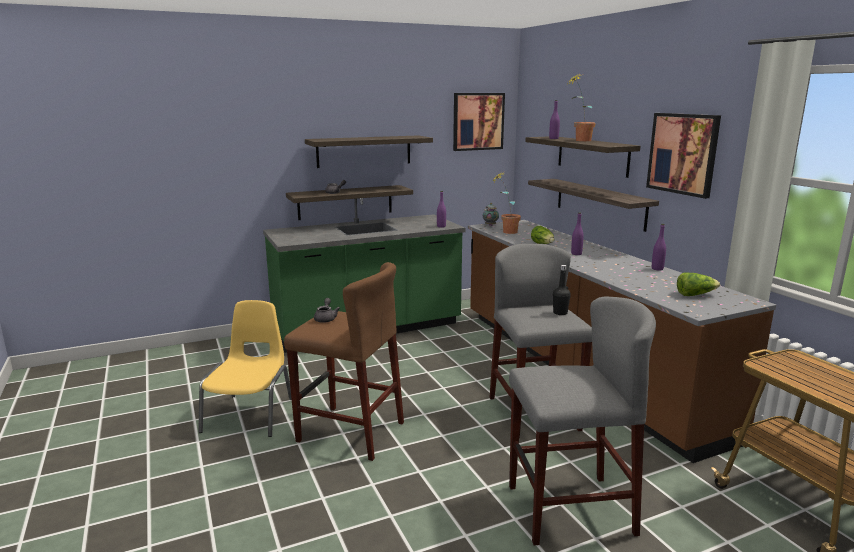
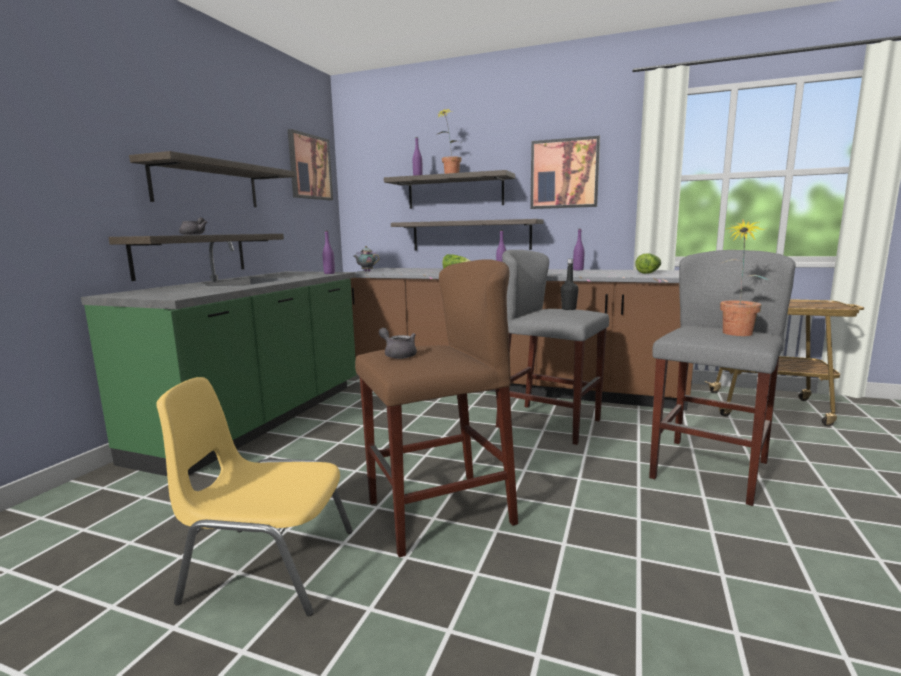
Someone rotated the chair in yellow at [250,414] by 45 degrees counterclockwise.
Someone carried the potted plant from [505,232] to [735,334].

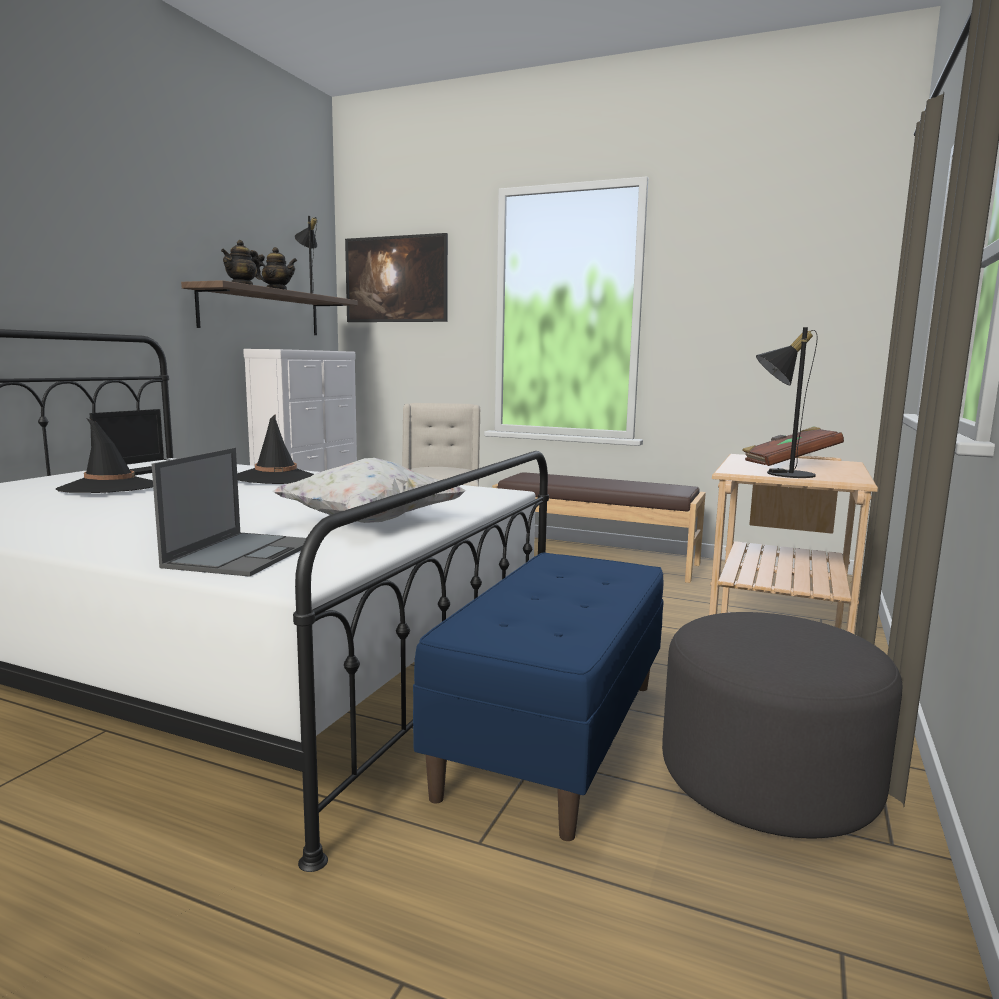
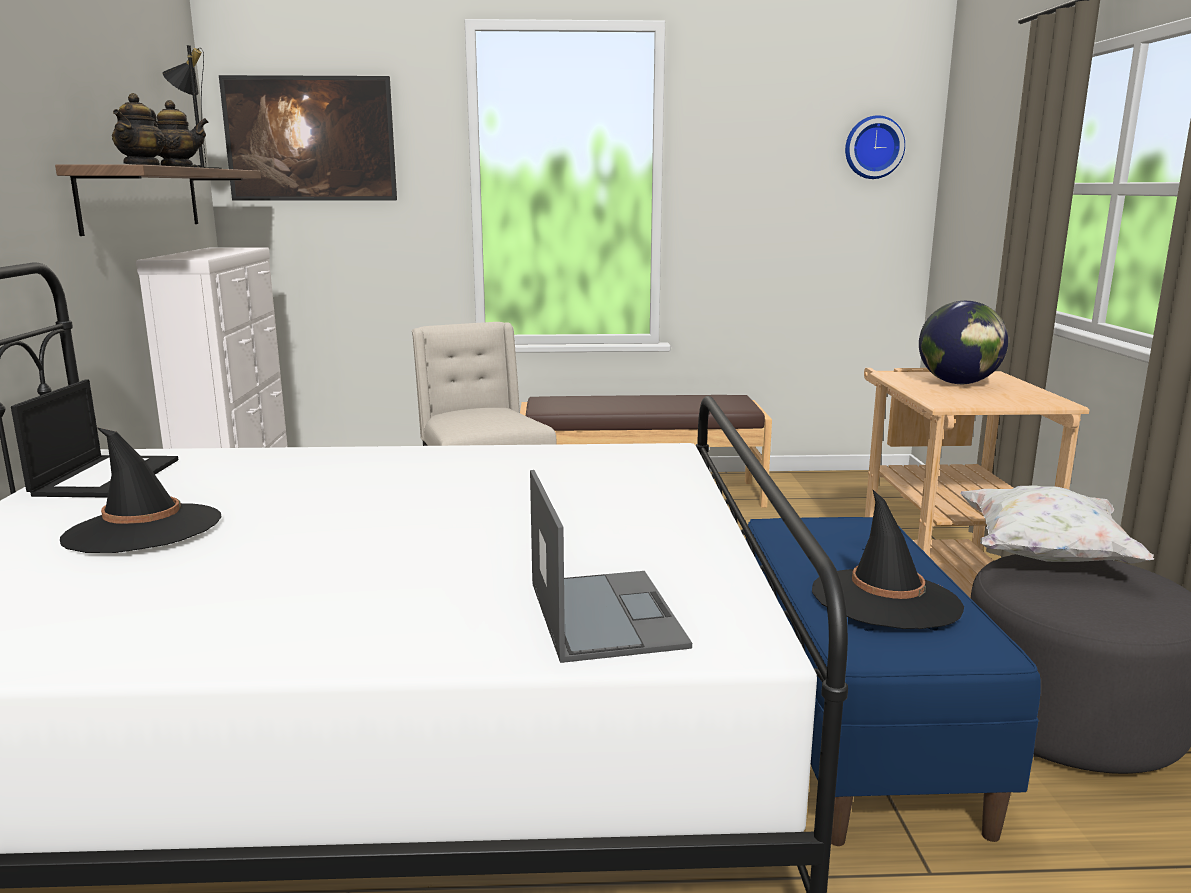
Someone carried the hat in black from [276,478] to [885,600].
Someone carried the pillow in white from [370,522] to [1044,557].
Someone swapped the book in brown at [789,464] for the globe at [957,383].
Someone took away the table lamp in black at [780,473].
Someone put up the wall clock at [873,147].

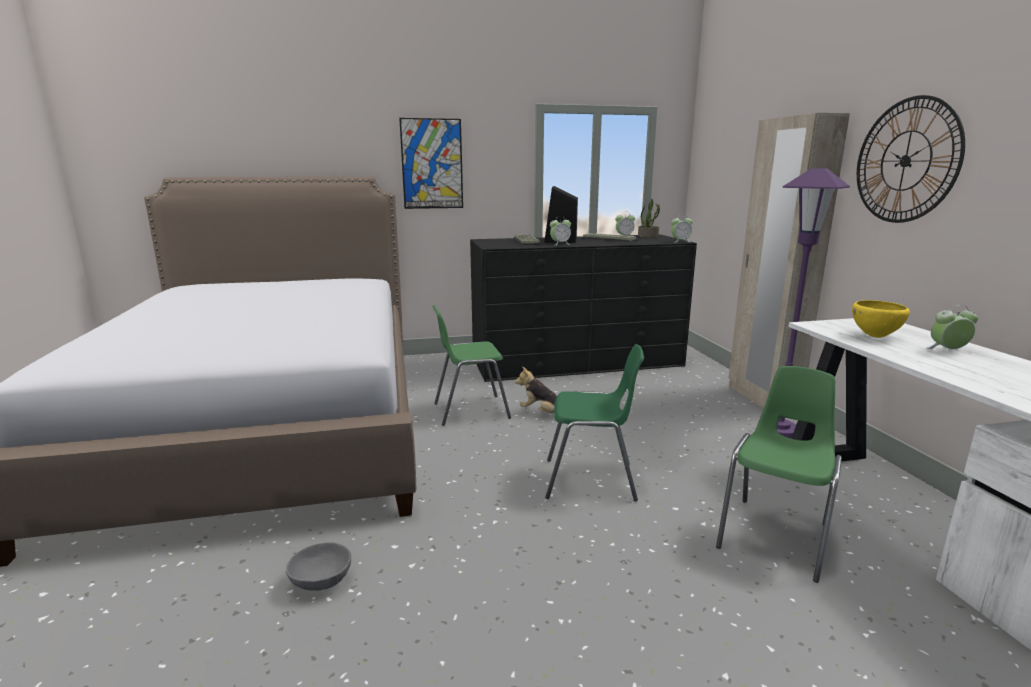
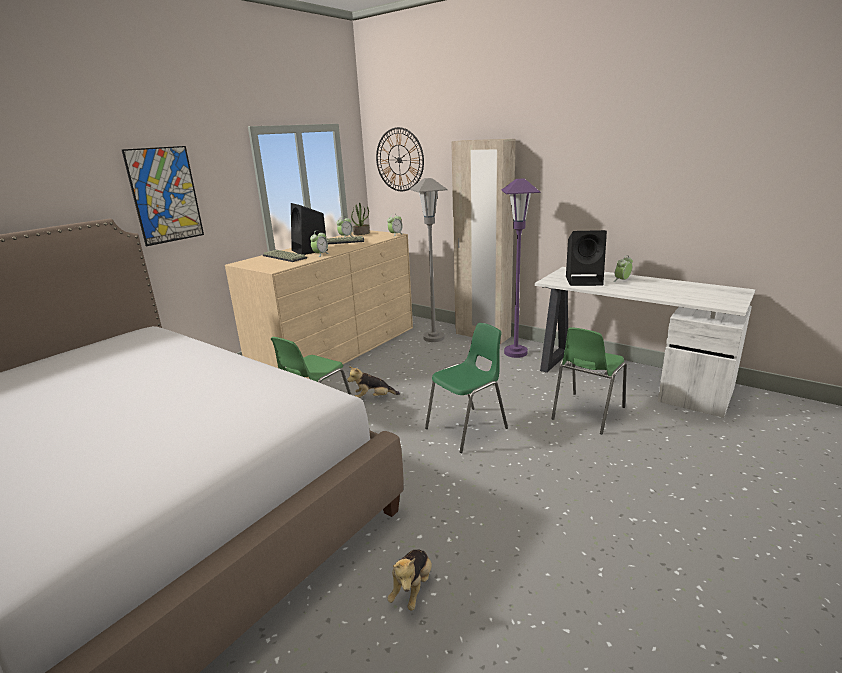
Someone swapped the bowl in grey at [322,582] for the plush toy at [412,588].
Someone repainted the dresser in black at [576,361], which became the dresser in beige at [337,349].
Someone rotated the chair in green at [775,536] by 135 degrees counterclockwise.
Someone swapped the bowl in yellow at [875,336] for the speaker in black at [585,281].
Someone carried the wall clock from [905,161] to [399,160].
Someone put down the floor lamp in grey at [434,338].

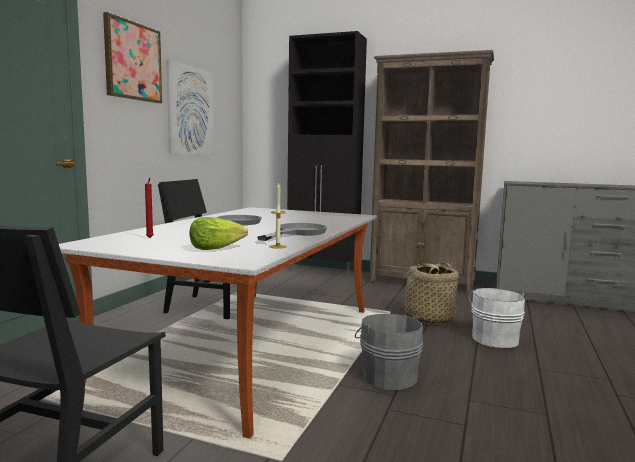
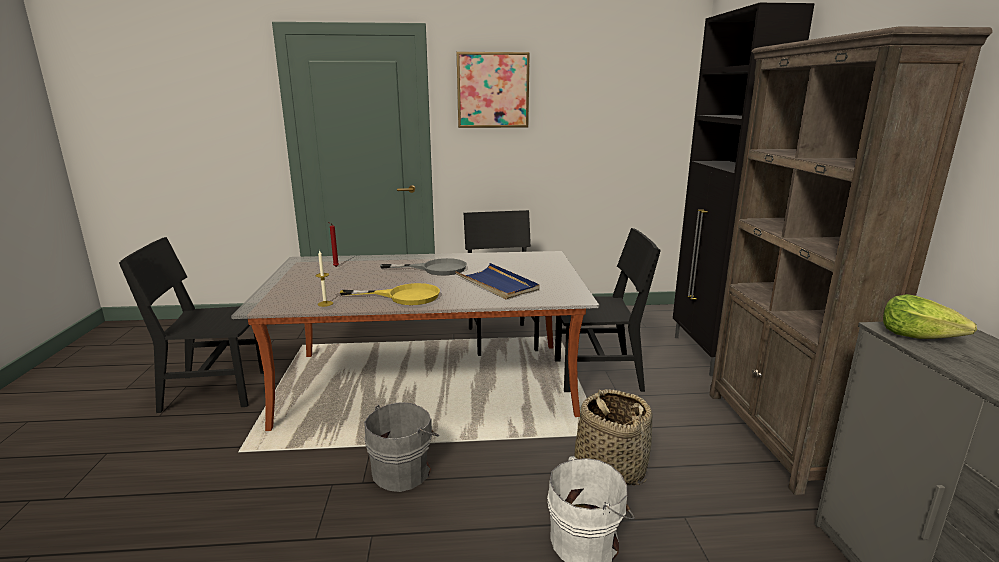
Someone took away the picture at [191,111].
Someone carried the lettuce from [216,248] to [918,336].
Someone repainted the frying pan in grey at [297,233], which became the frying pan in yellow at [404,296].
Someone put down the tray in blue at [497,284].
Someone put down the chair in black at [597,375].

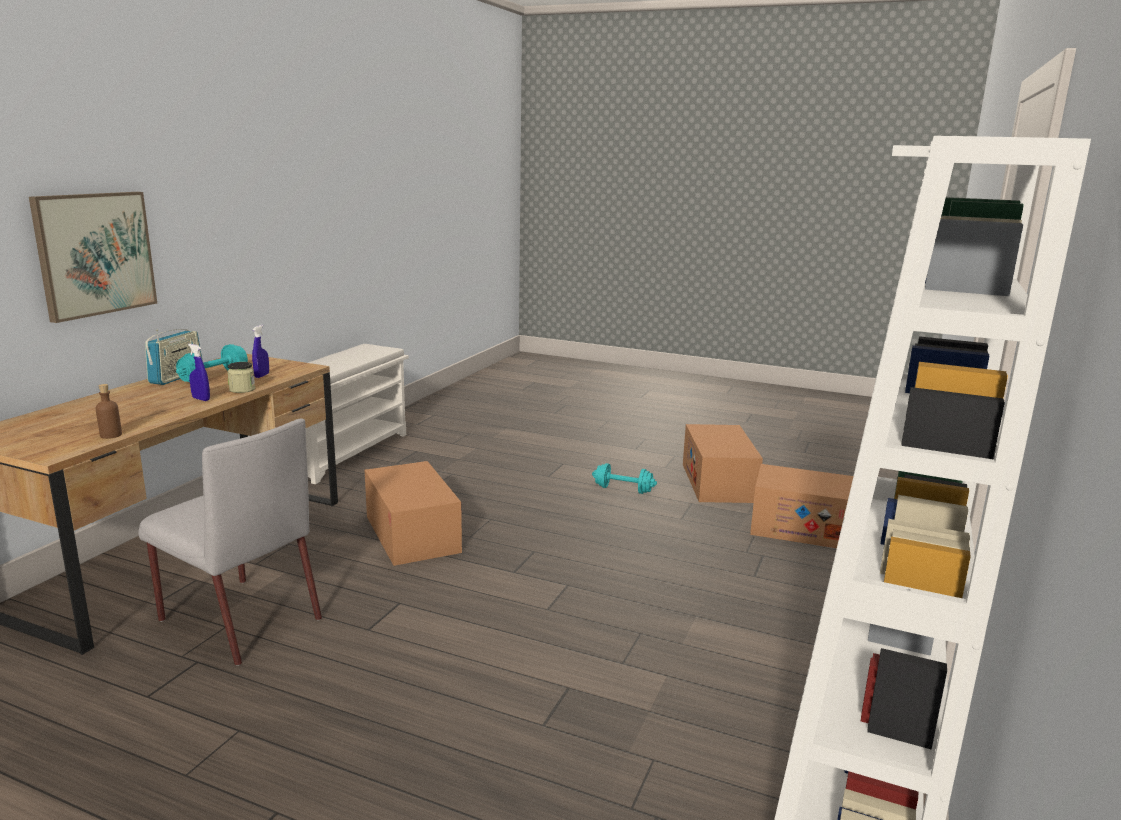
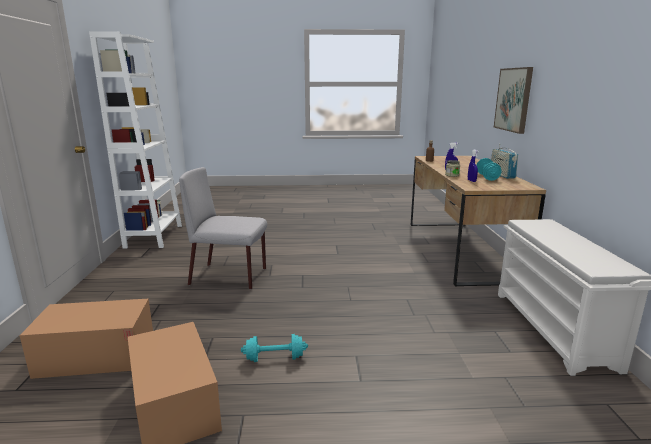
Someone carried the chair in grey from [238,619] to [230,276].
Someone took away the cardboard box at [412,534].

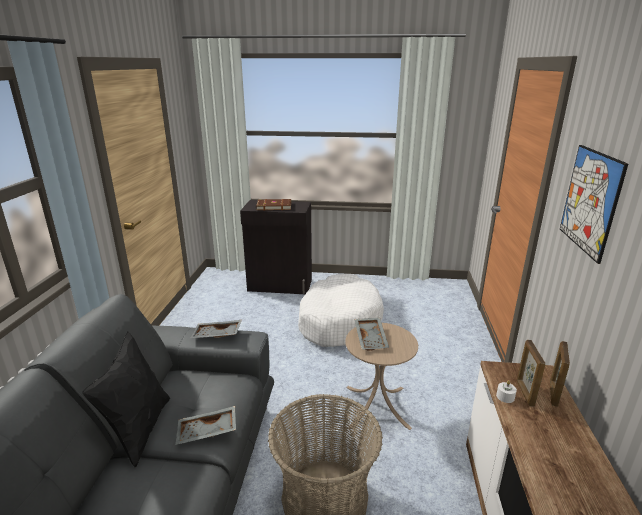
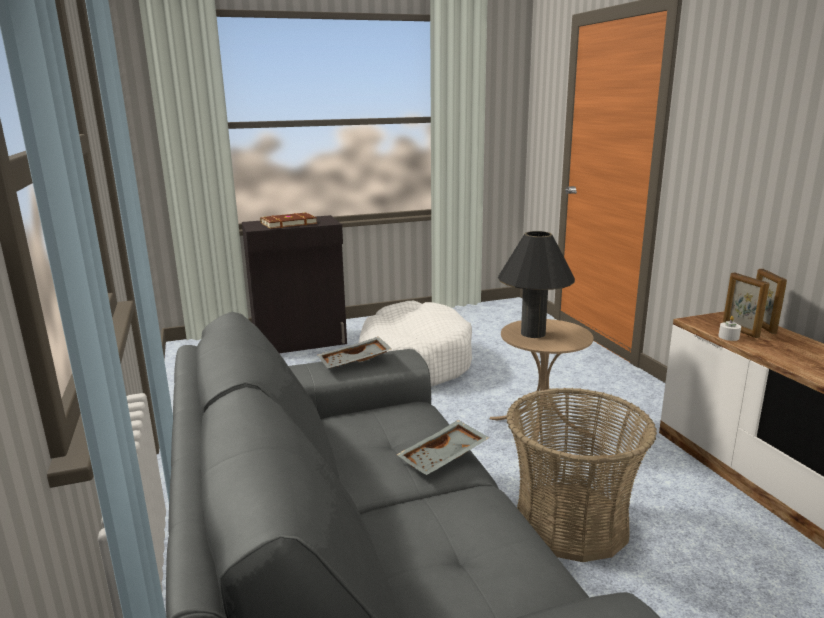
Someone took away the pillow in black at [139,429].
Someone swapped the tray in grey at [371,338] for the table lamp in black at [533,333].
Someone took away the picture at [590,201].

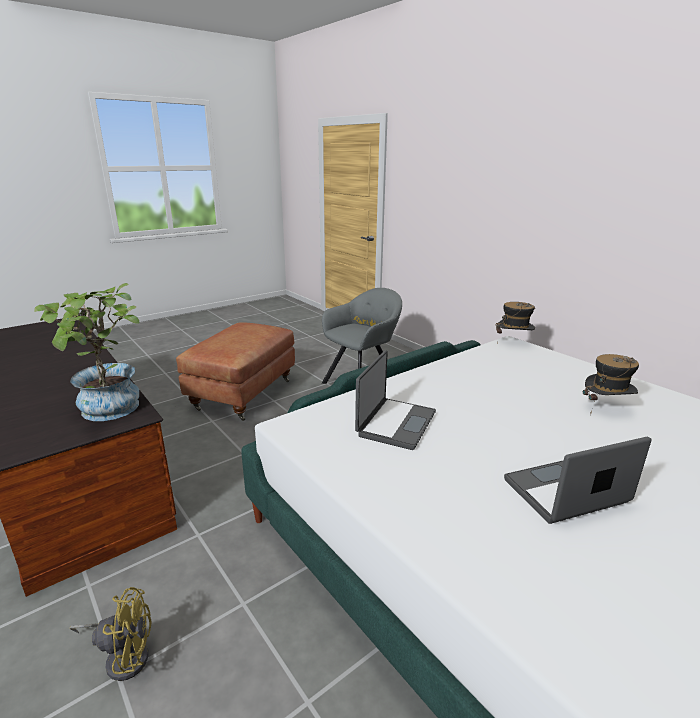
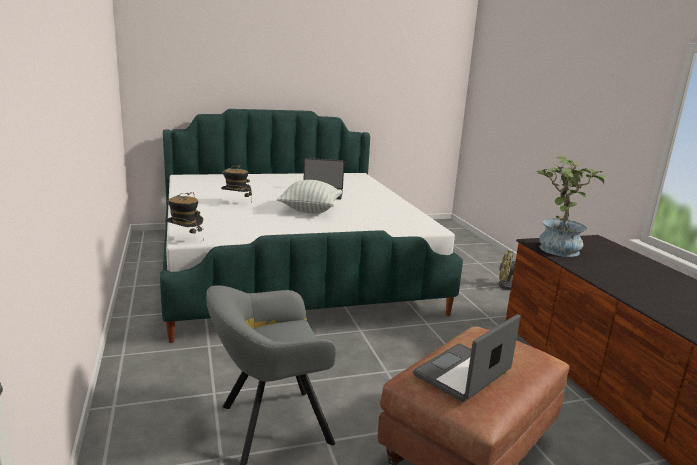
Someone carried the laptop from [395,423] to [463,374].
Someone put down the pillow at [310,210].

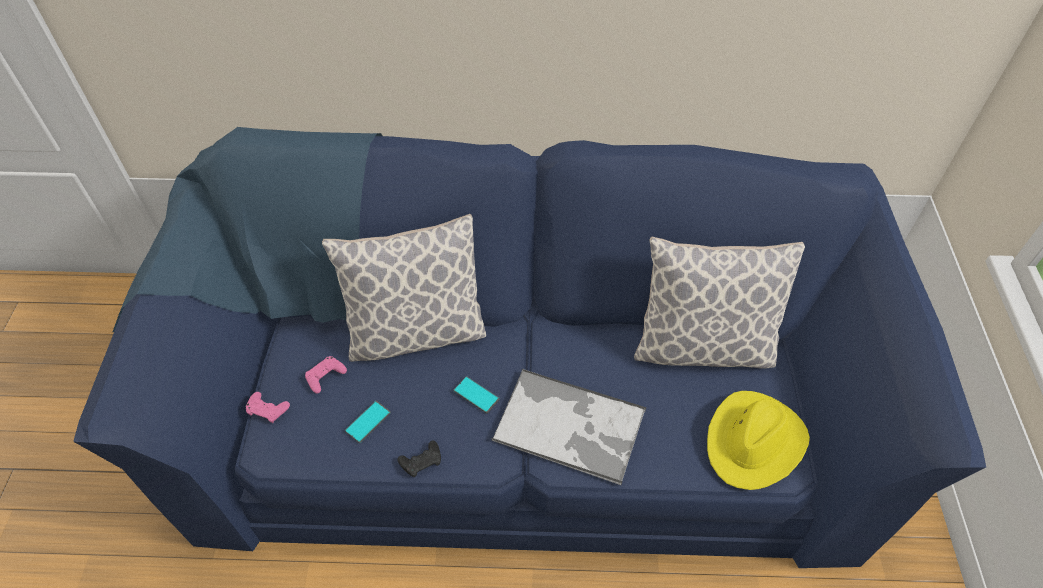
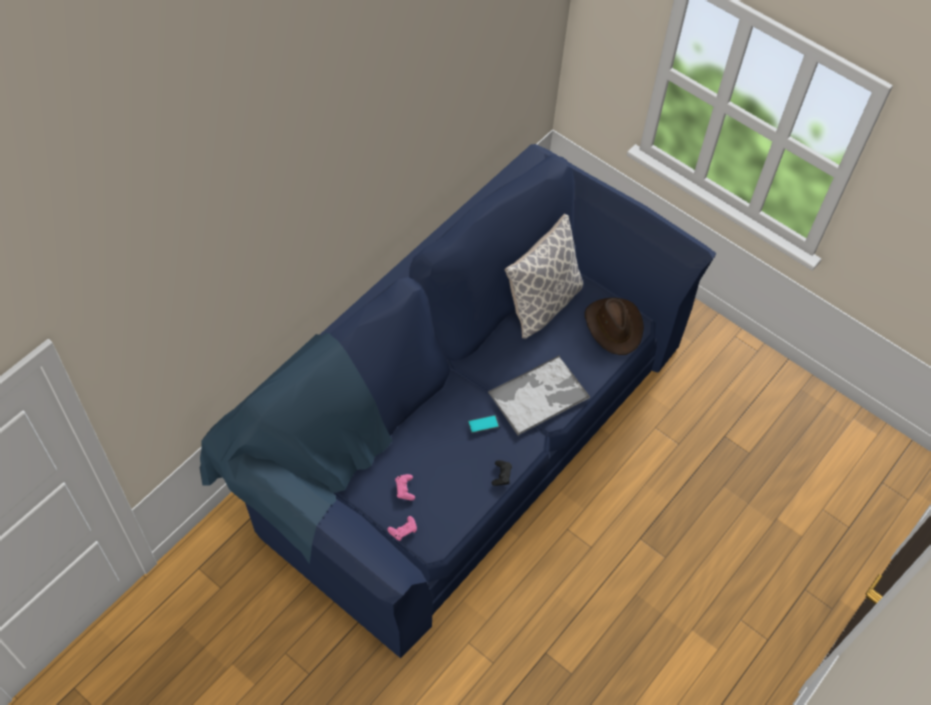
Someone took away the pillow at [416,332].
Someone took away the phone at [368,422].
Someone repainted the hat in yellow at [754,442], which became the hat in brown at [614,326].

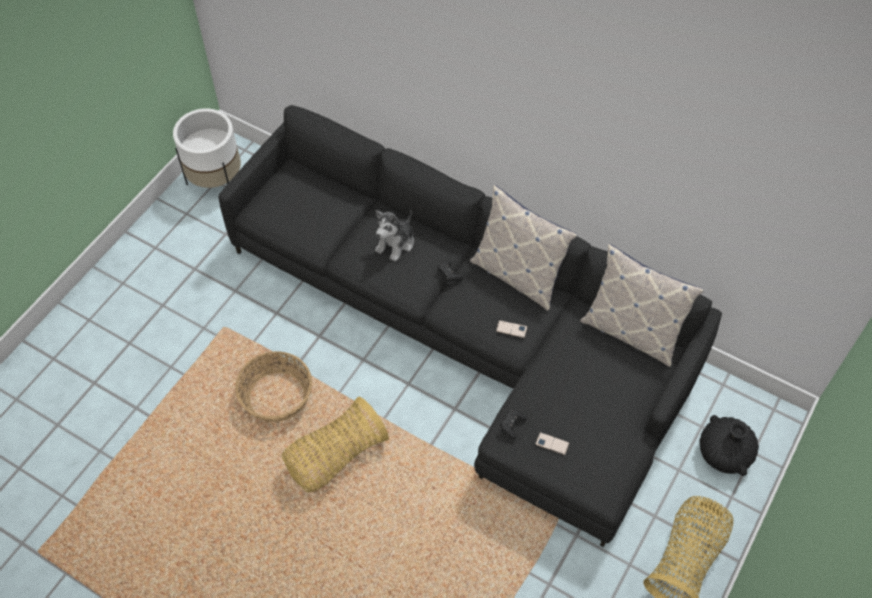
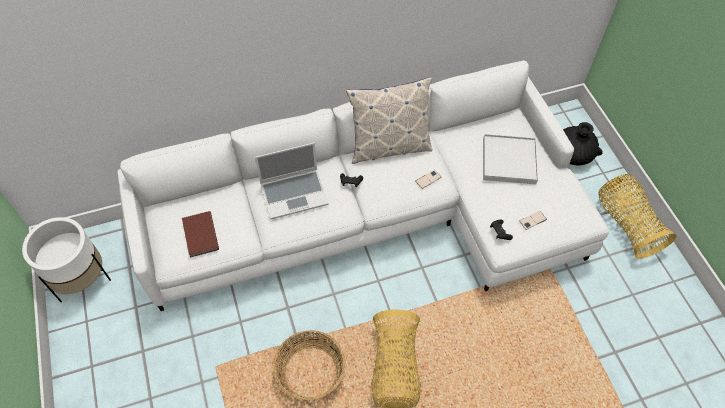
Someone repainted the sofa in black at [472,335], which became the sofa in white at [377,216].
Someone swapped the plush toy at [396,243] for the laptop at [294,193].
Someone took away the pillow at [631,331].
Someone put down the book in brown at [199,236].
Someone put down the tray in white at [509,161].

